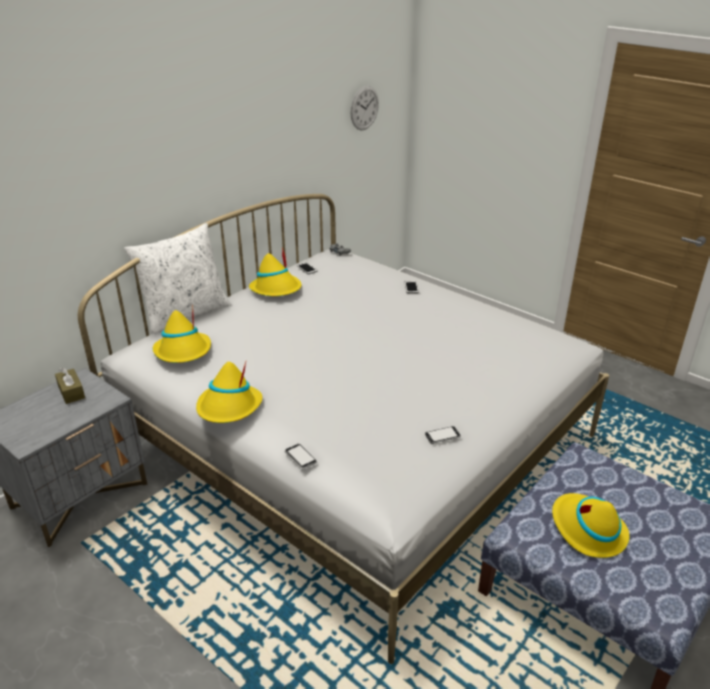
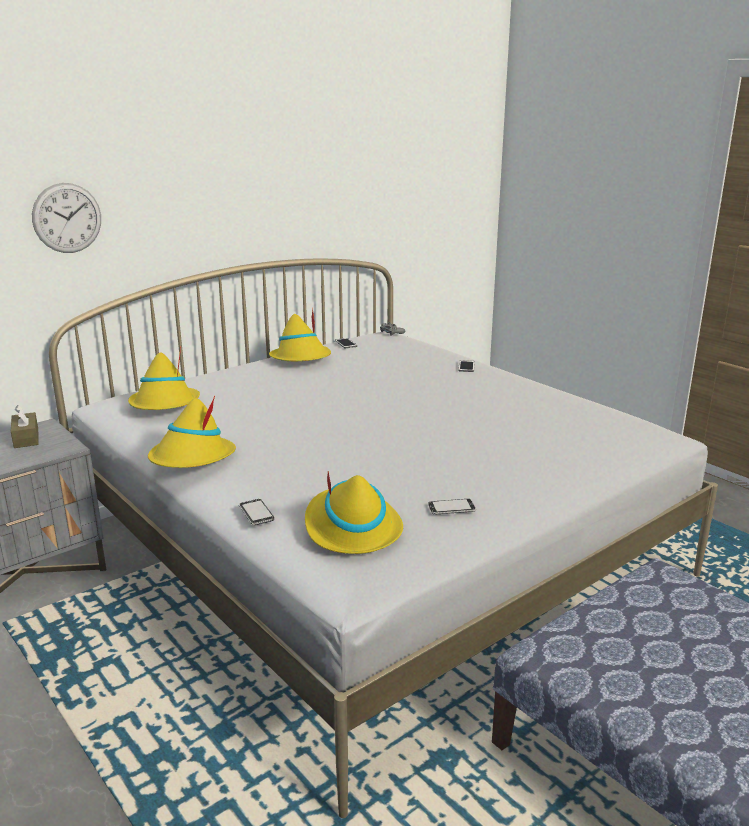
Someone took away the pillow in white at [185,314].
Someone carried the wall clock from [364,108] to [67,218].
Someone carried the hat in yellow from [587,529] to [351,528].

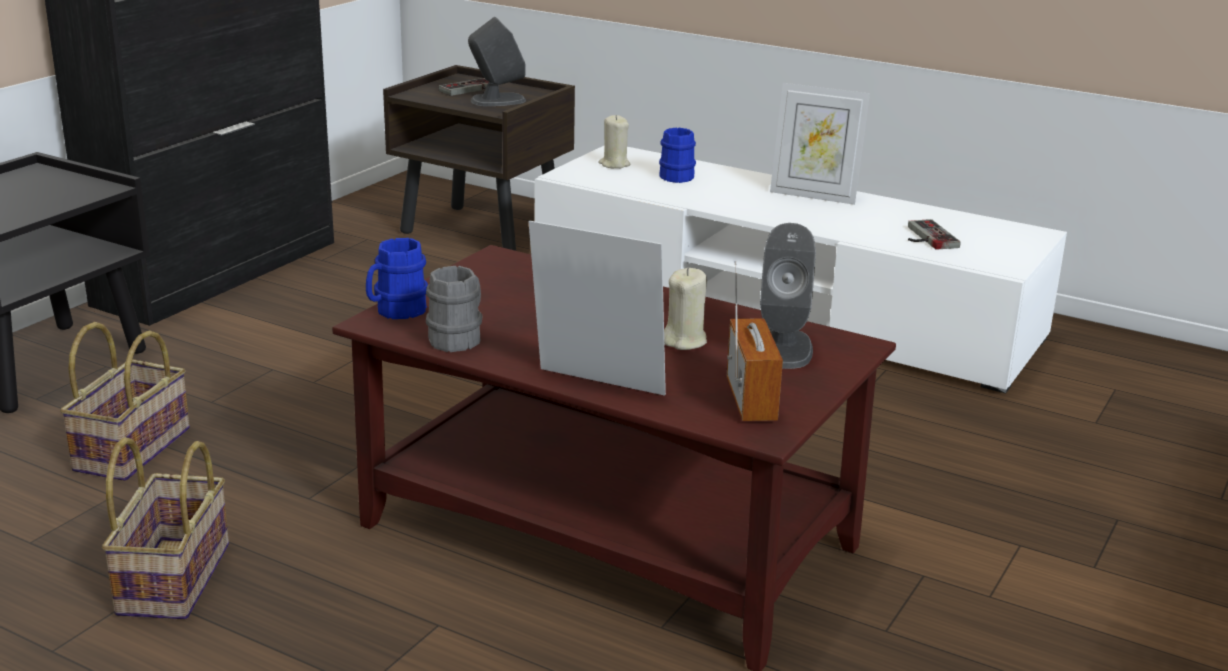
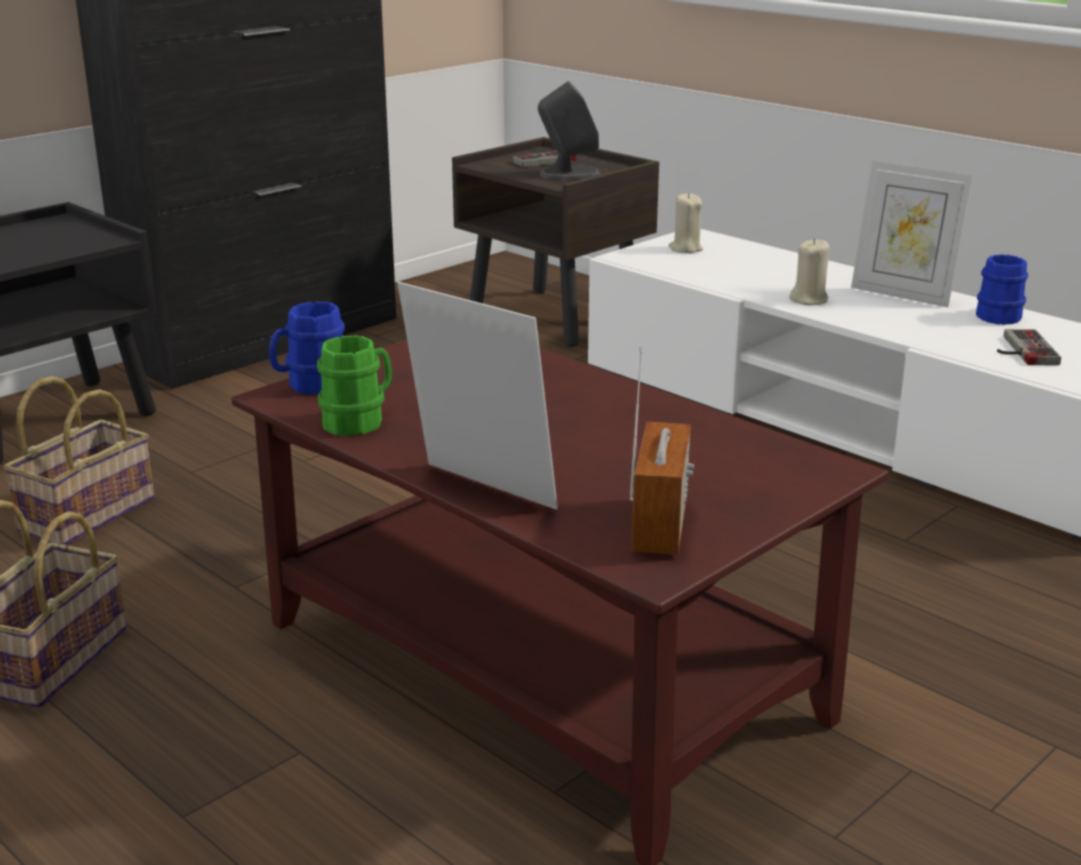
Someone repainted the mug in grey at [459,337], which became the mug in green at [360,420].
Someone carried the mug in blue from [678,175] to [1001,315].
Someone carried the candle in beige from [684,341] to [809,300].
Someone took away the speaker in grey at [782,348].

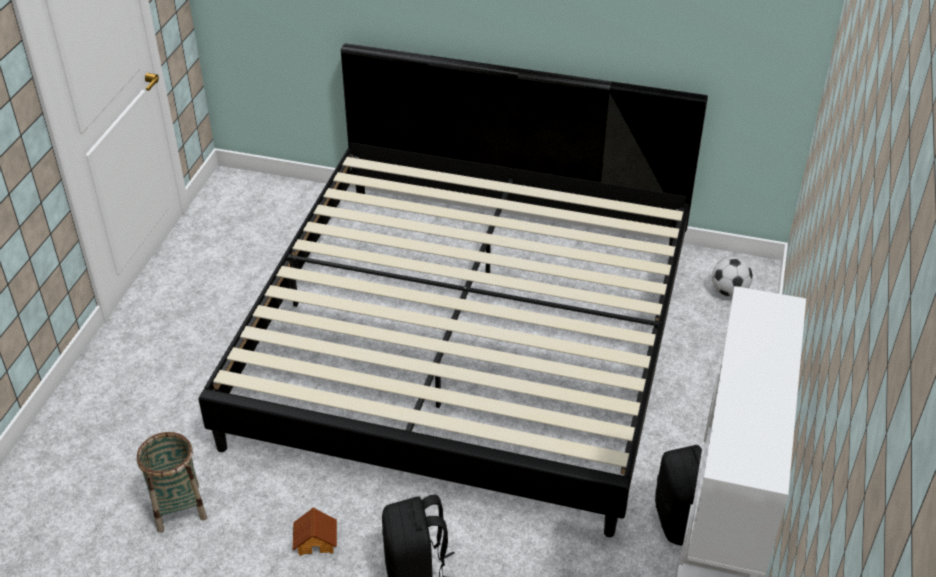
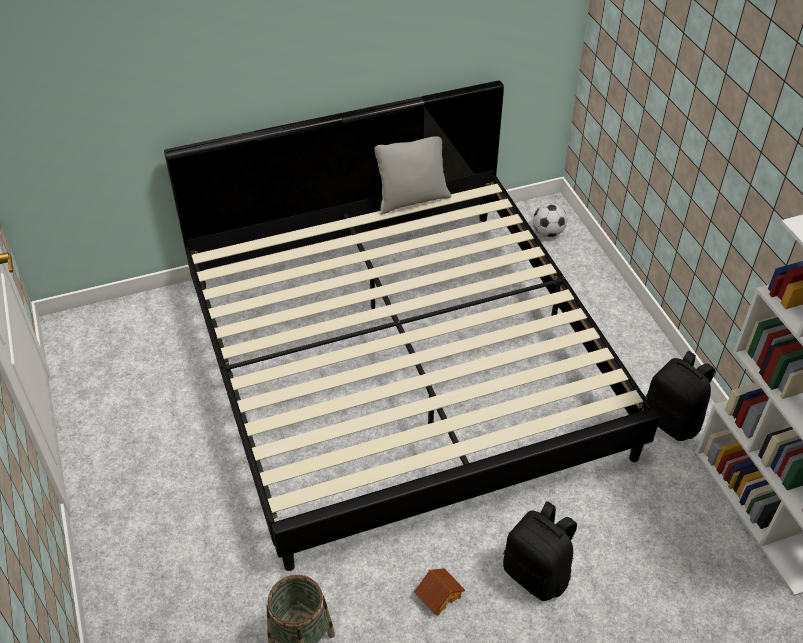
Someone put down the pillow in grey at [411,199].

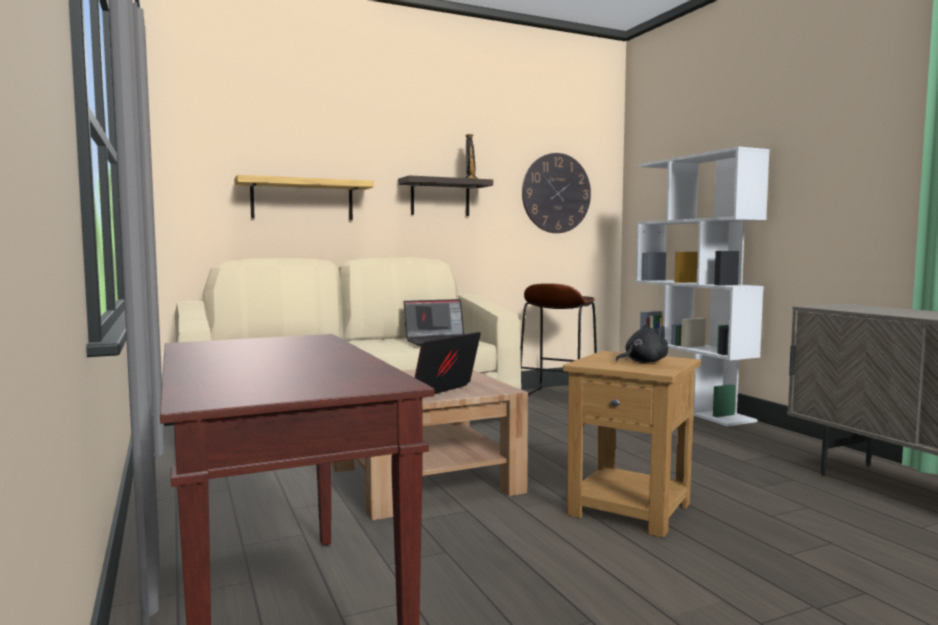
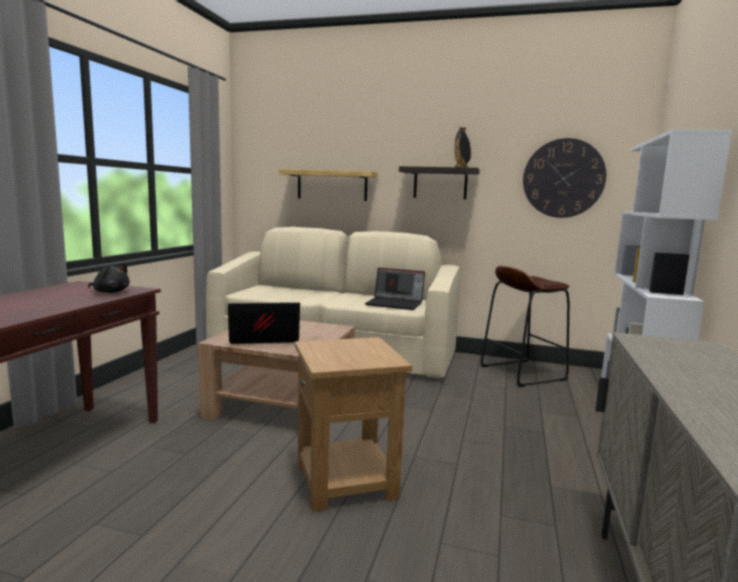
Someone carried the plush toy in black from [643,362] to [110,292].

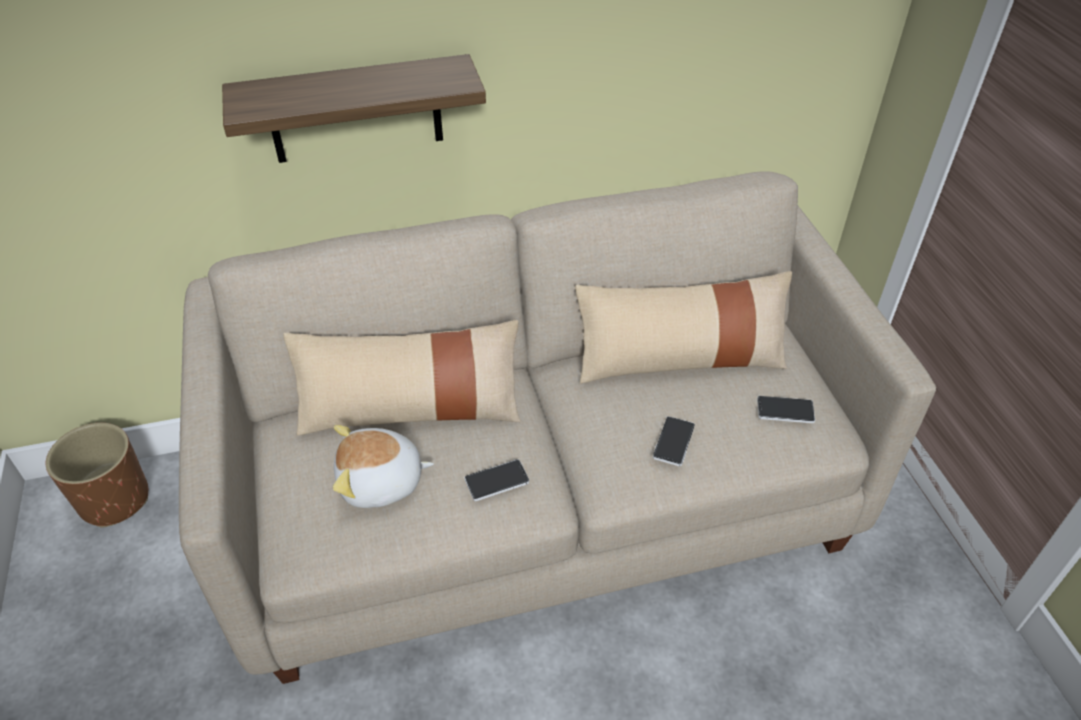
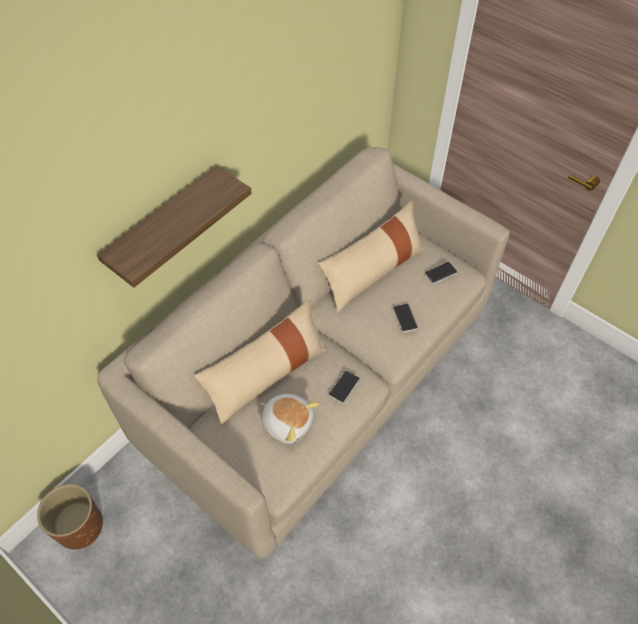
Someone rotated the plush toy at [381,483] by 105 degrees counterclockwise.

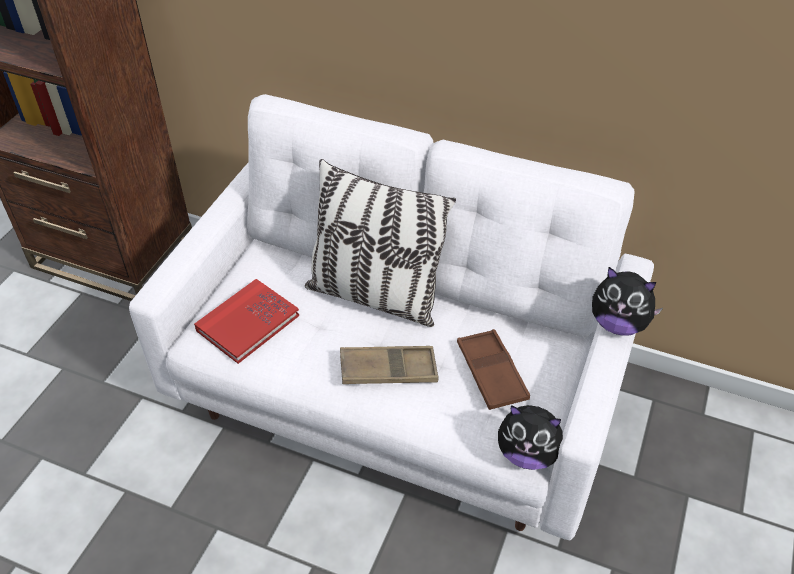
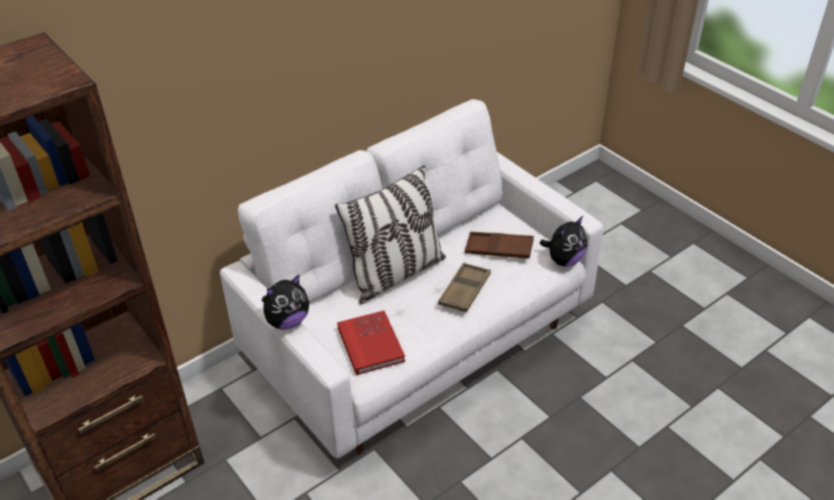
Someone carried the plush toy from [618,324] to [287,321].

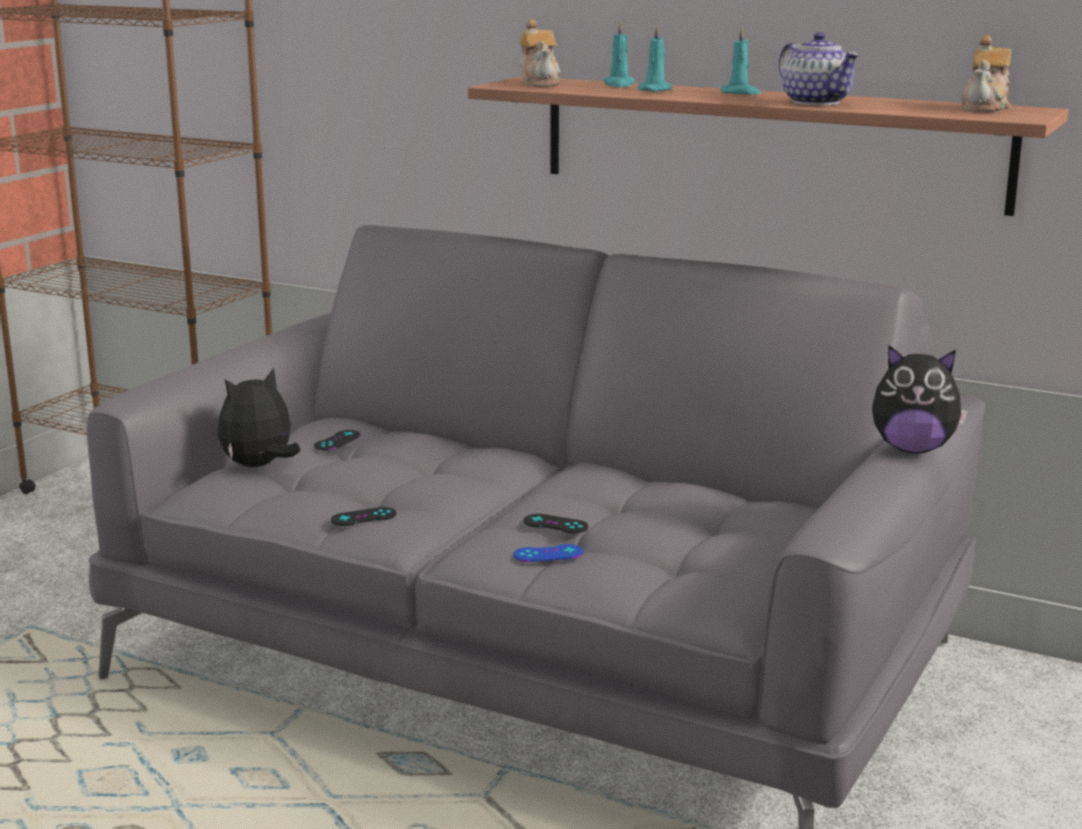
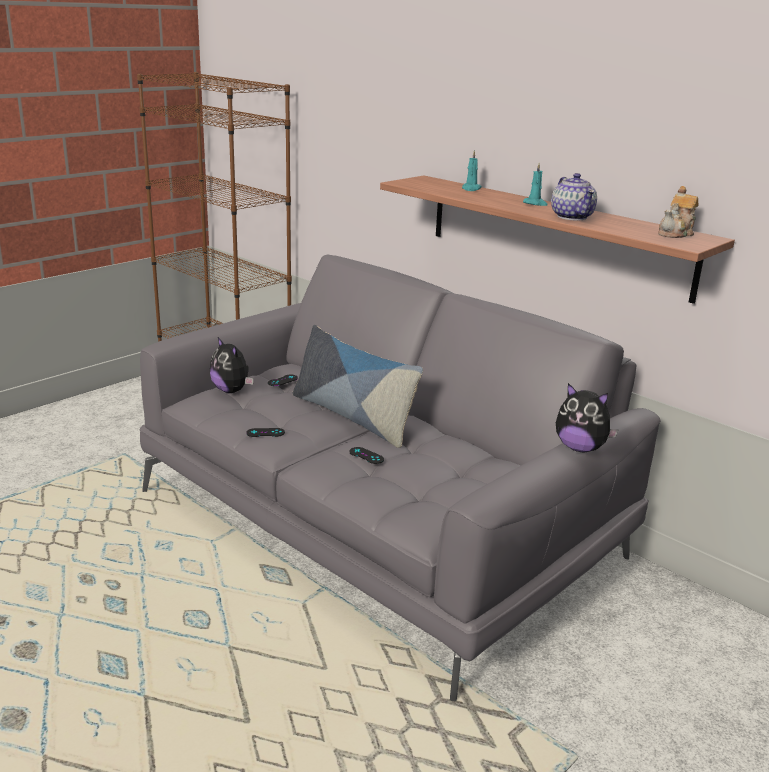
Someone rotated the plush toy at [259,466] by 105 degrees counterclockwise.
Someone took away the game controller in blue at [548,554].
Someone took away the teapot at [540,83].
Someone took away the candle in turquoise at [656,90].
Someone put down the pillow at [353,416].

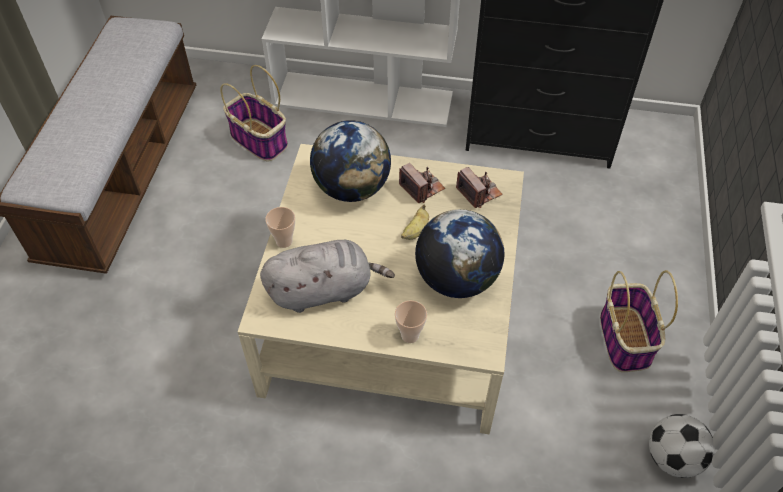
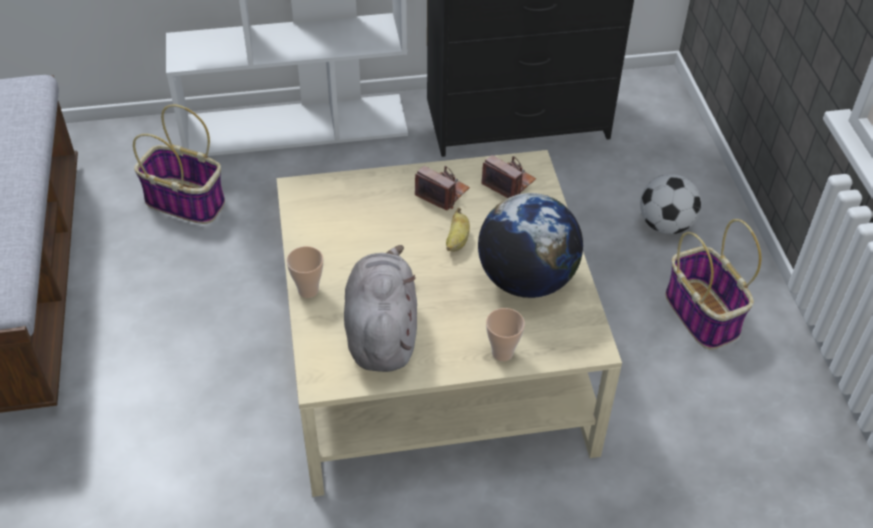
Someone rotated the plush toy in grey at [324,290] by 60 degrees counterclockwise.
Someone took away the globe at [352,188].
Someone carried the football from [672,458] to [665,225].

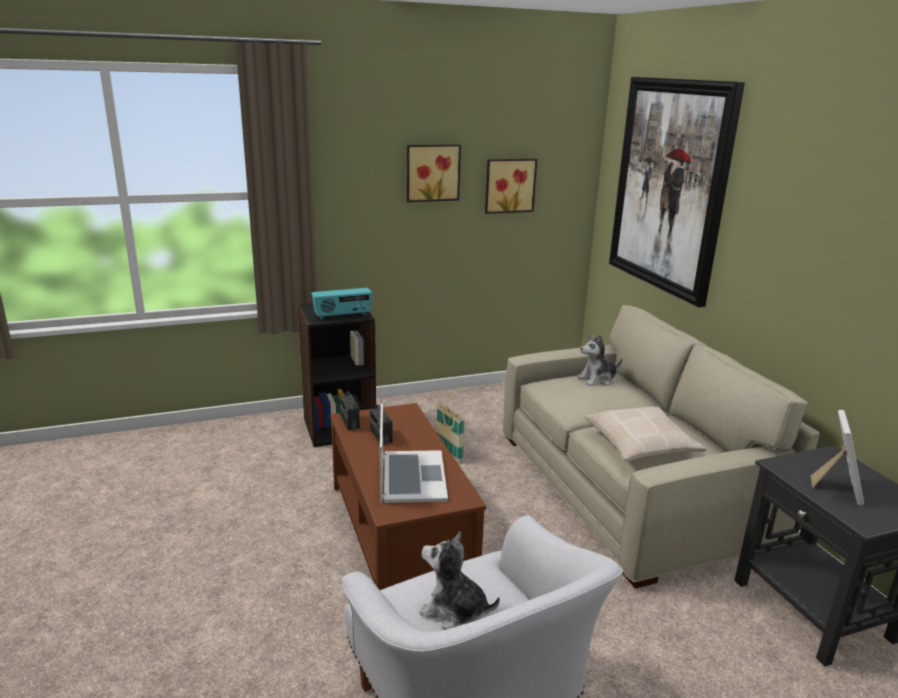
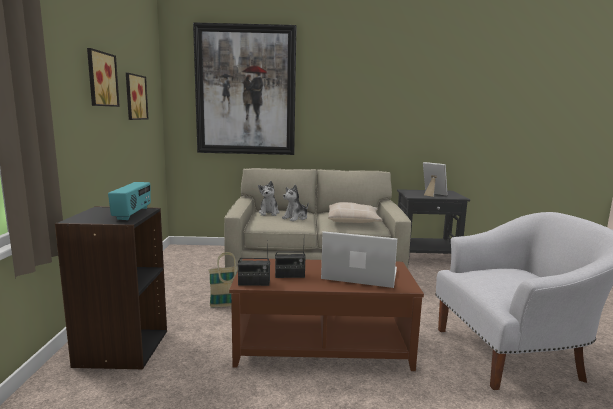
Someone carried the plush toy from [454,611] to [295,218].

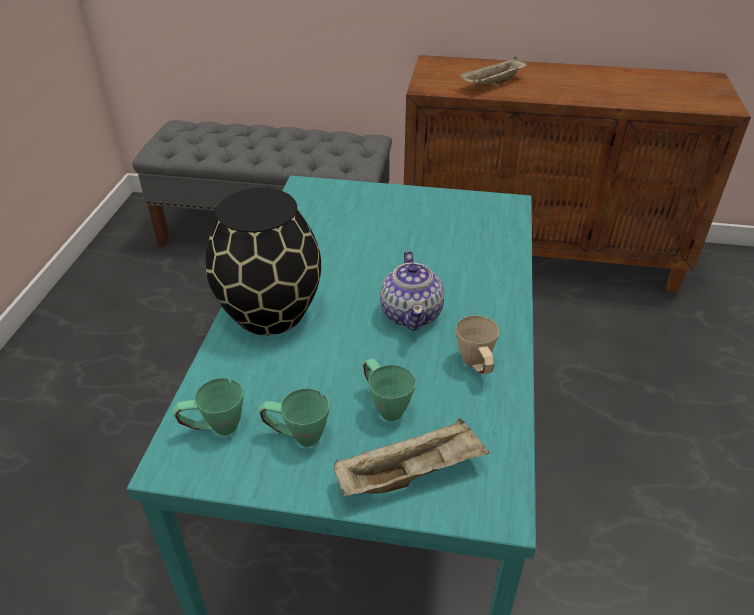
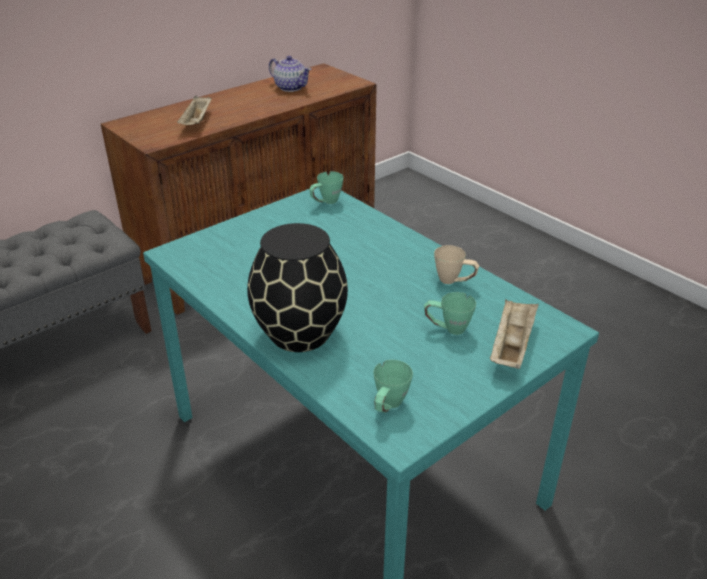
Someone carried the mug in green from [296,436] to [325,203].
Someone carried the teapot from [412,314] to [290,87].

